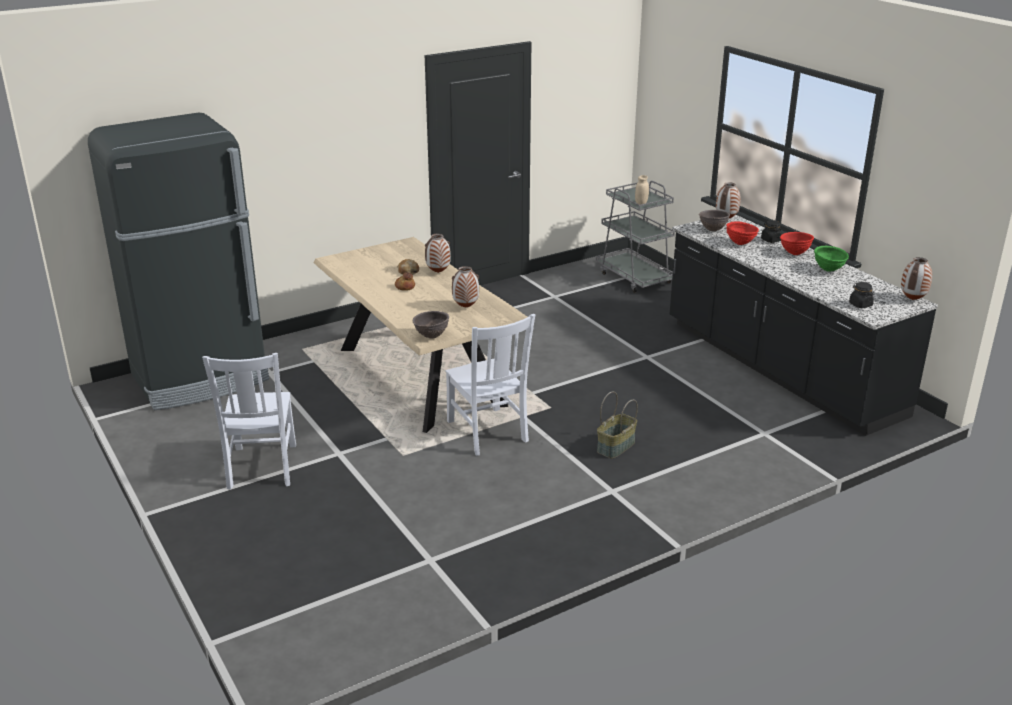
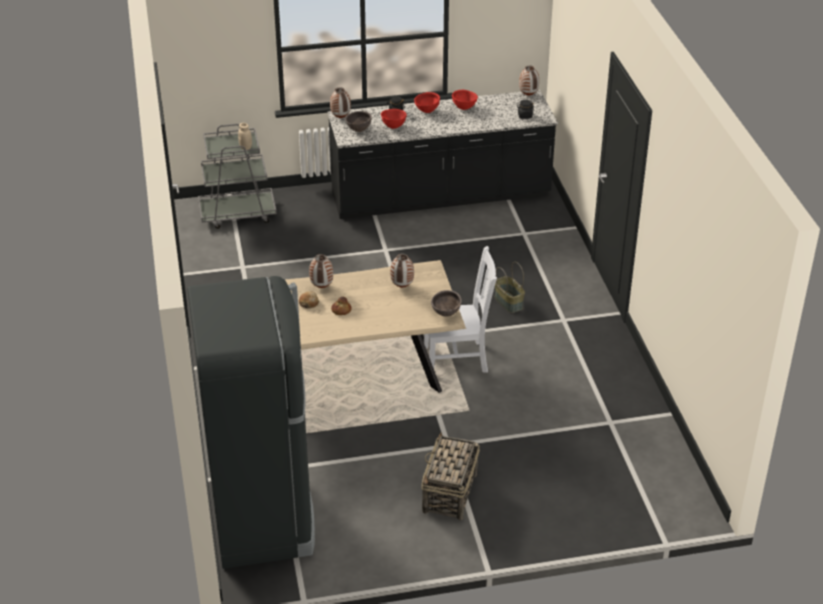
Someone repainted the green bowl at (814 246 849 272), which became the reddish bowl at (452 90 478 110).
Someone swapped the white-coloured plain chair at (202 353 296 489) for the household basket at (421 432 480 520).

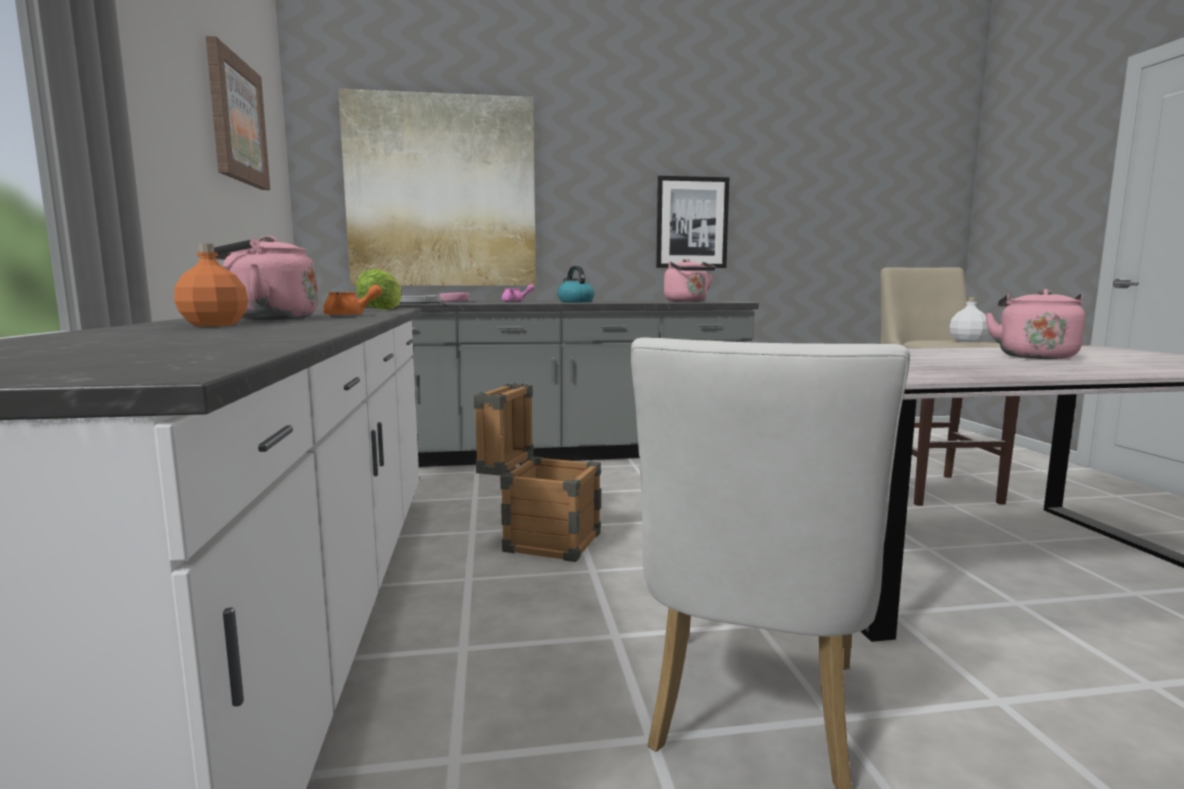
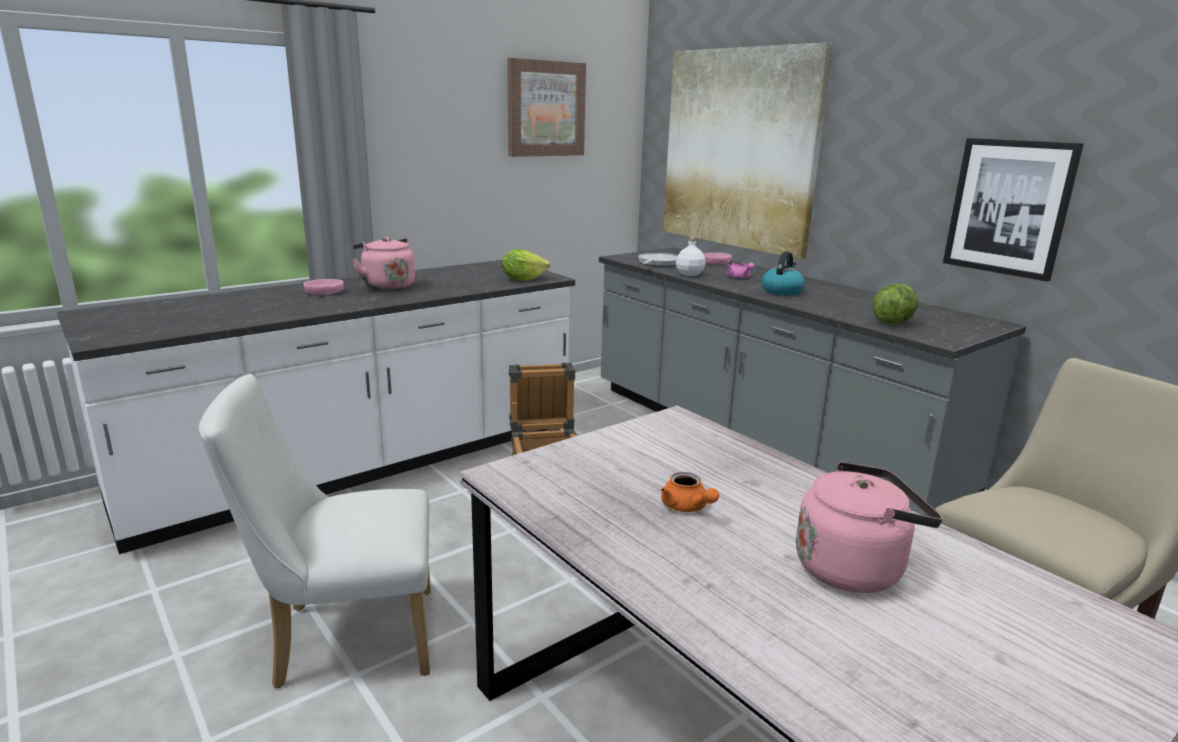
Someone swapped the orange beverage bottle at (174 244 248 327) for the pink-coloured bowl at (304 279 344 295).
Someone swapped the pink-coloured kettle at (664 259 716 302) for the head of lettuce at (872 284 918 324).
Someone carried the orange pot for tea from (323 285 382 316) to (661 472 719 512).
Someone carried the white-coloured beverage bottle from (949 297 989 342) to (676 237 705 276).

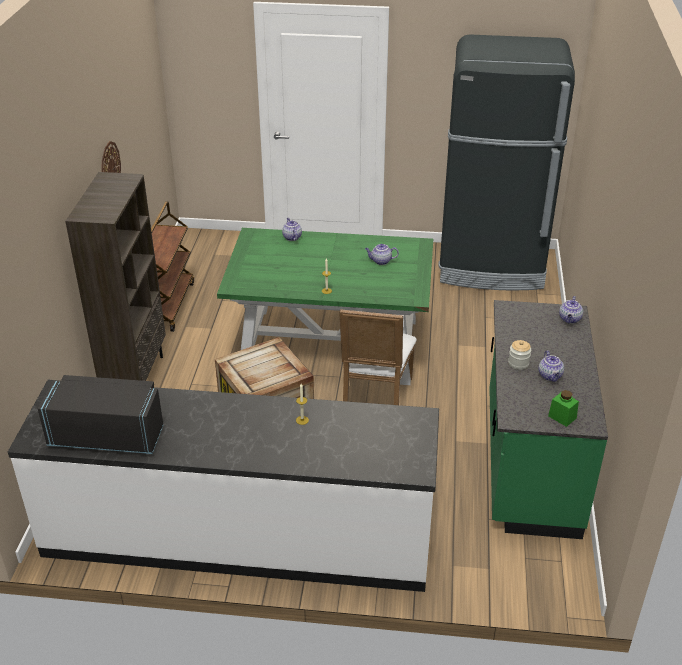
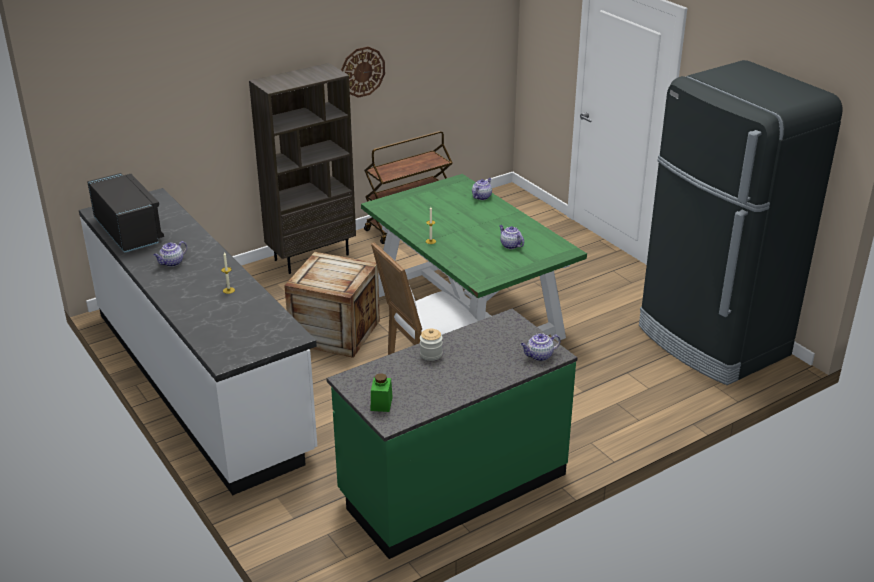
Someone carried the pot for tea from (538 350 564 382) to (153 241 187 267).

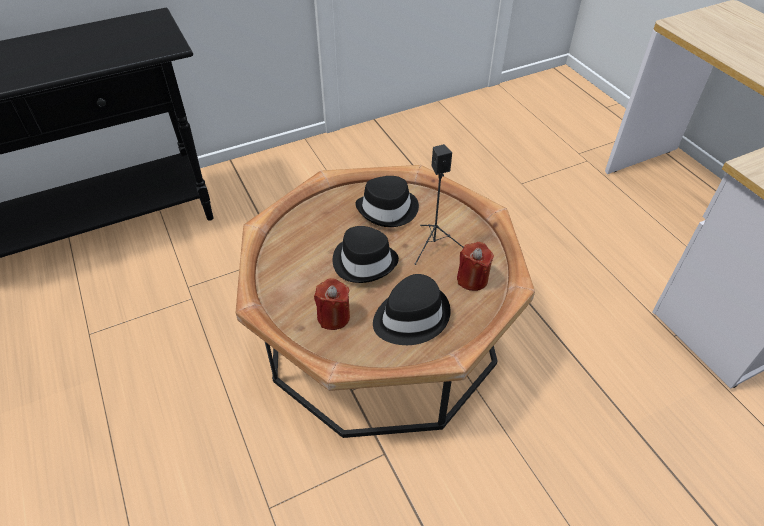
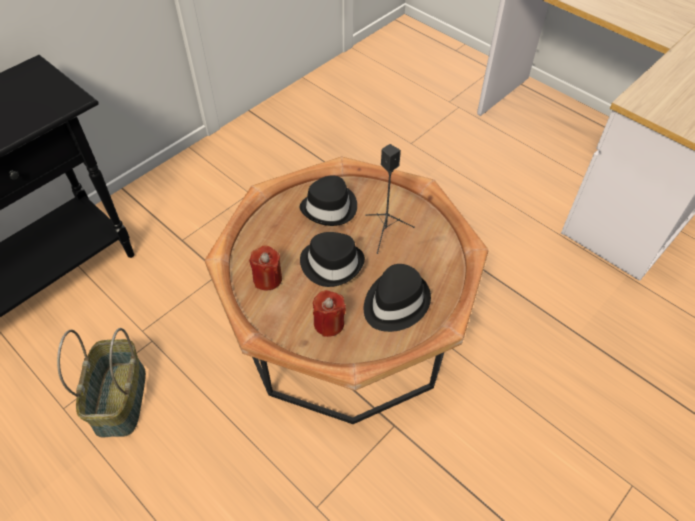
Someone carried the reddish wax candle from (457 242 494 291) to (249 245 282 291).
Someone put down the household basket at (57 328 146 437).

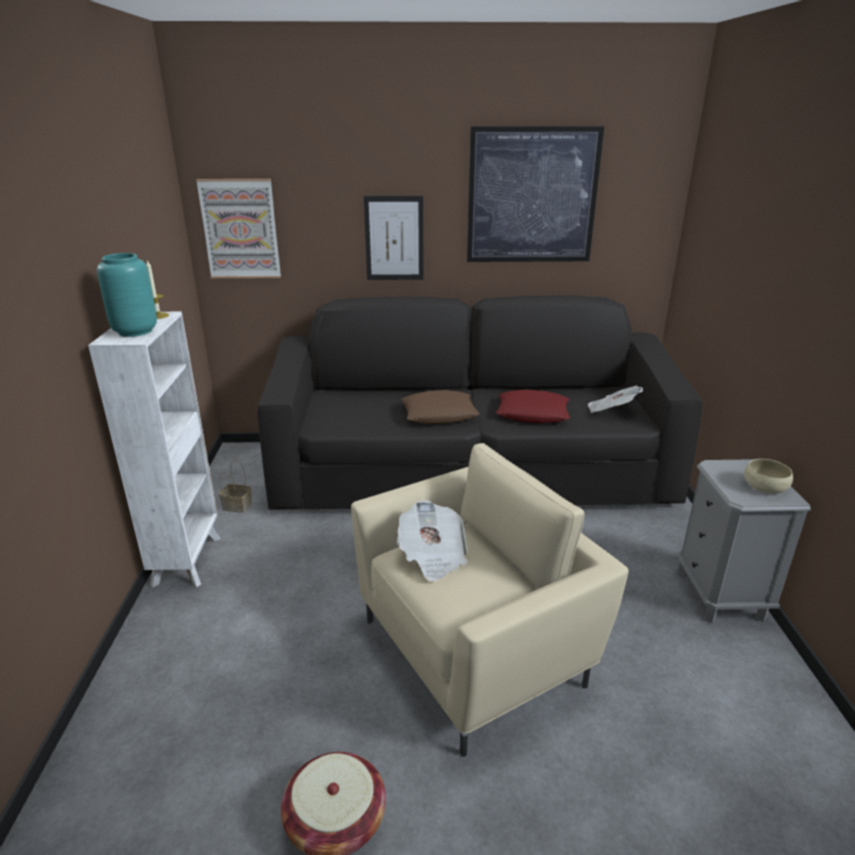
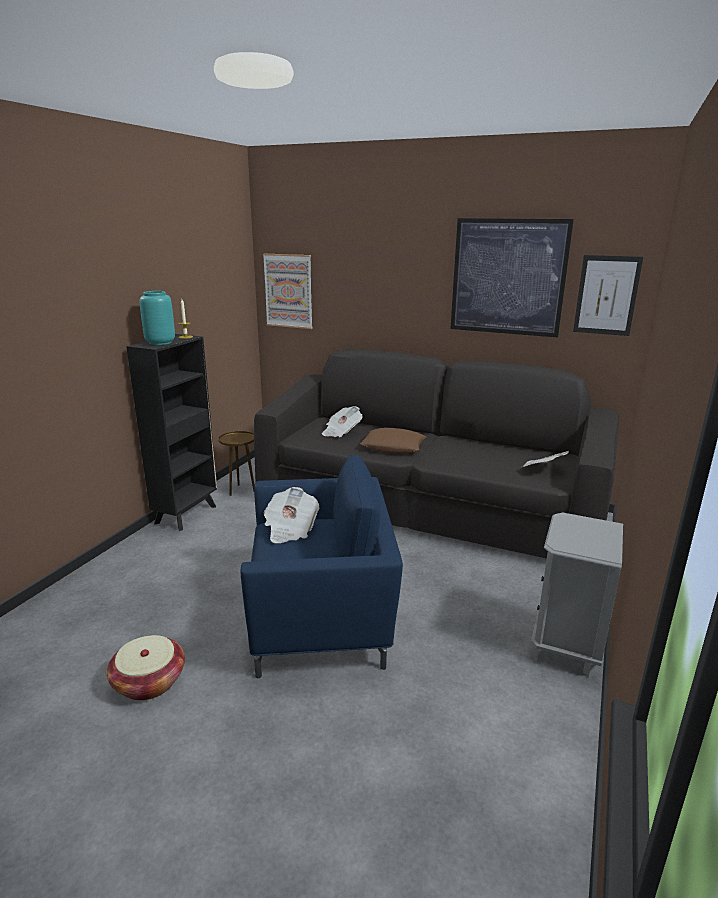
Someone carried the wall picture from (364 196 423 280) to (573 255 643 336).
Someone repainted the white-coloured bookcase at (88 312 221 588), which became the black-coloured bookcase at (126 334 217 531).
Someone took away the reddish cushion at (496 389 570 423).
Someone repainted the beige-coloured easy chair at (351 443 629 757), which became the blue easy chair at (241 455 403 678).
Someone swapped the household basket at (219 459 252 513) for the brownish side table at (218 431 255 496).
Someone took away the beige-coloured bowl at (744 459 793 494).
Someone put down the daily paper at (322 406 363 437).

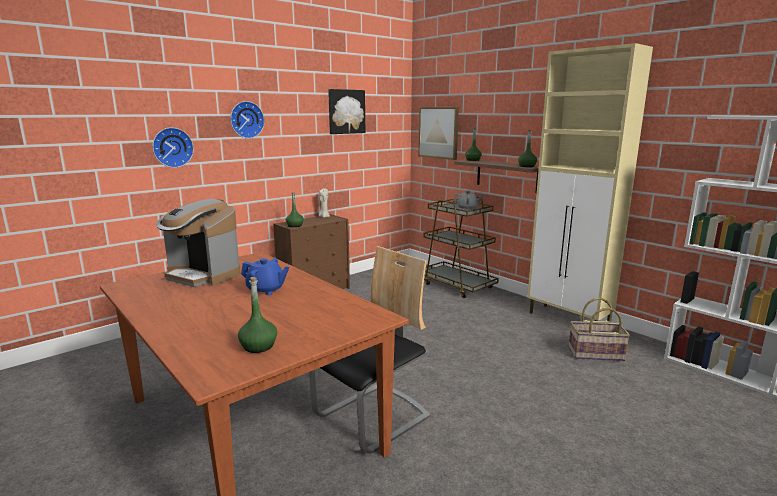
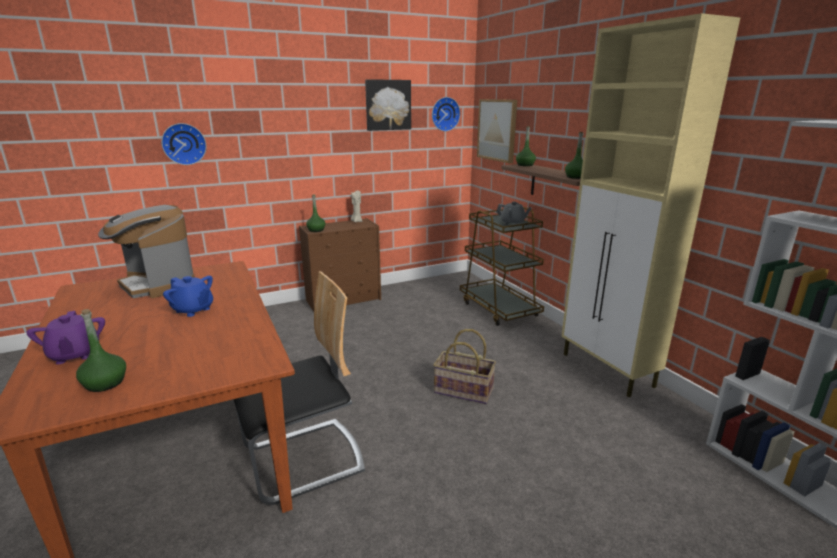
Someone carried the clock on the wall from (230 101 265 139) to (432 97 460 131).
Someone carried the household basket from (568 298 630 361) to (433 329 496 404).
Someone put down the purple-coloured pot for tea at (26 311 105 364).

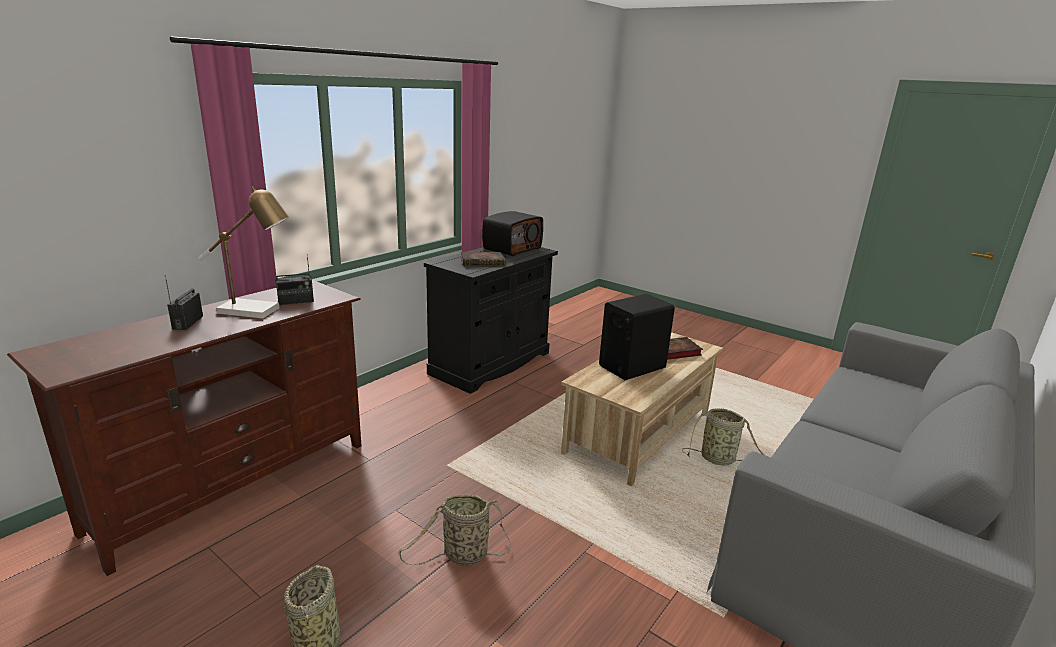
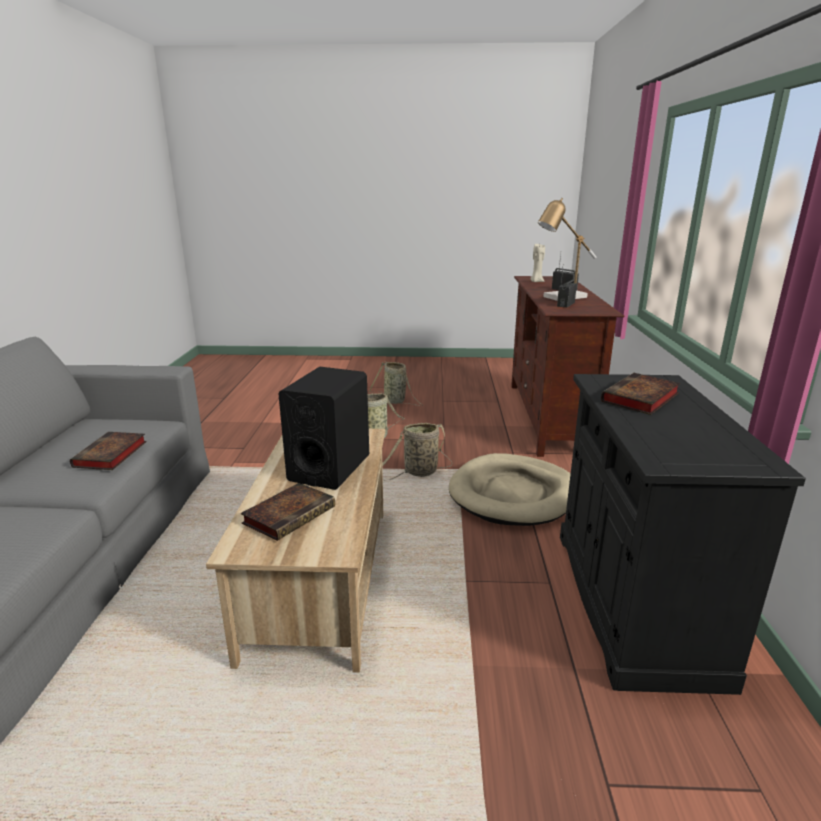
Someone took away the radio at (482 211 543 256).
Someone carried the household basket from (682 408 764 466) to (382 423 453 480).
Someone put down the beige-coloured wax candle at (530 244 545 282).
Someone put down the bound book at (70 432 147 470).
Someone put down the beige-coloured dog bed at (449 453 570 526).

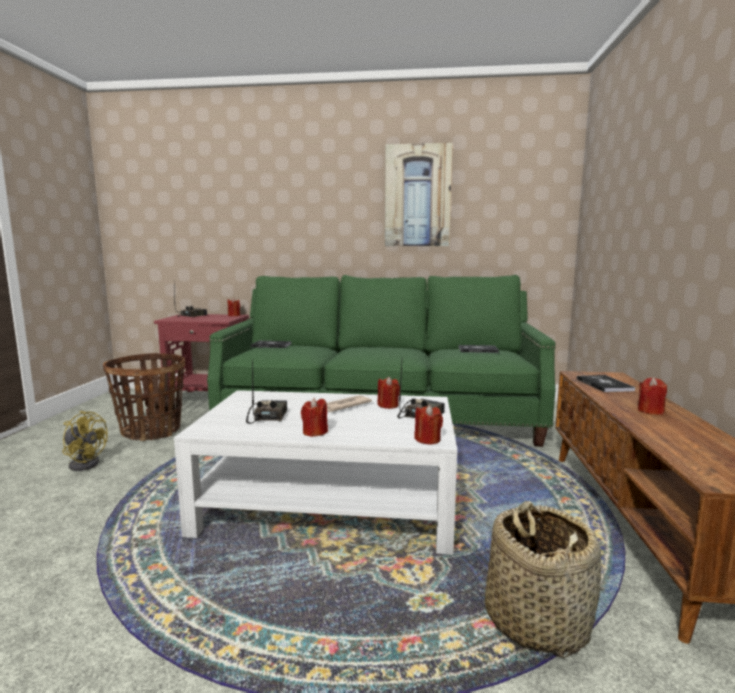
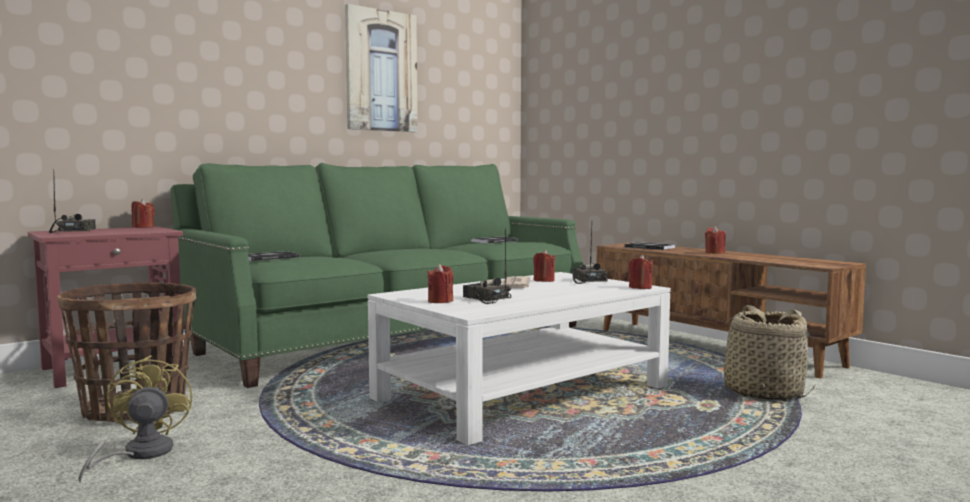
Someone carried the reddish wax candle from (301 398 328 437) to (427 264 454 303).
Someone rotated the yellow-coloured electric fan at (63 411 108 471) by 75 degrees counterclockwise.

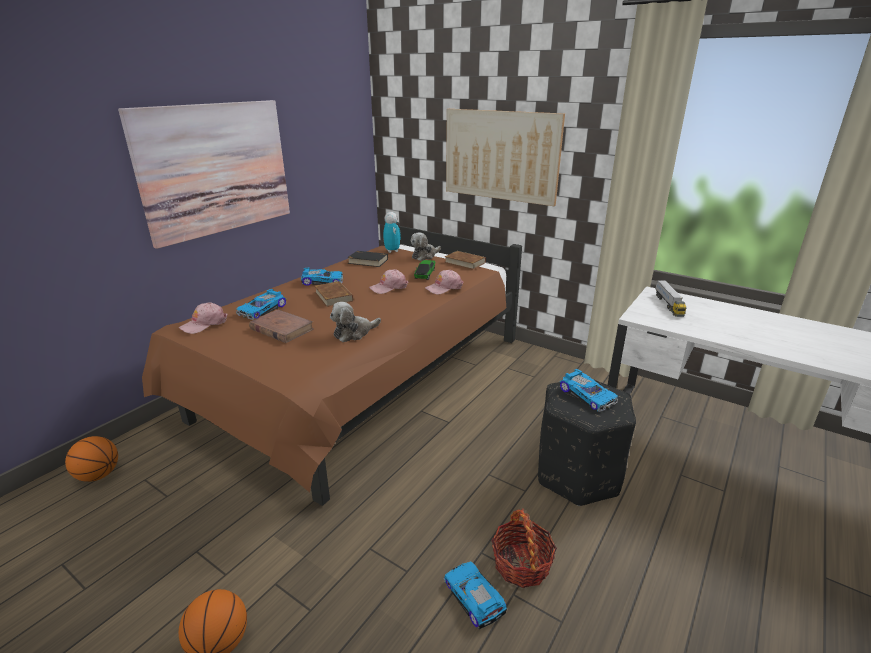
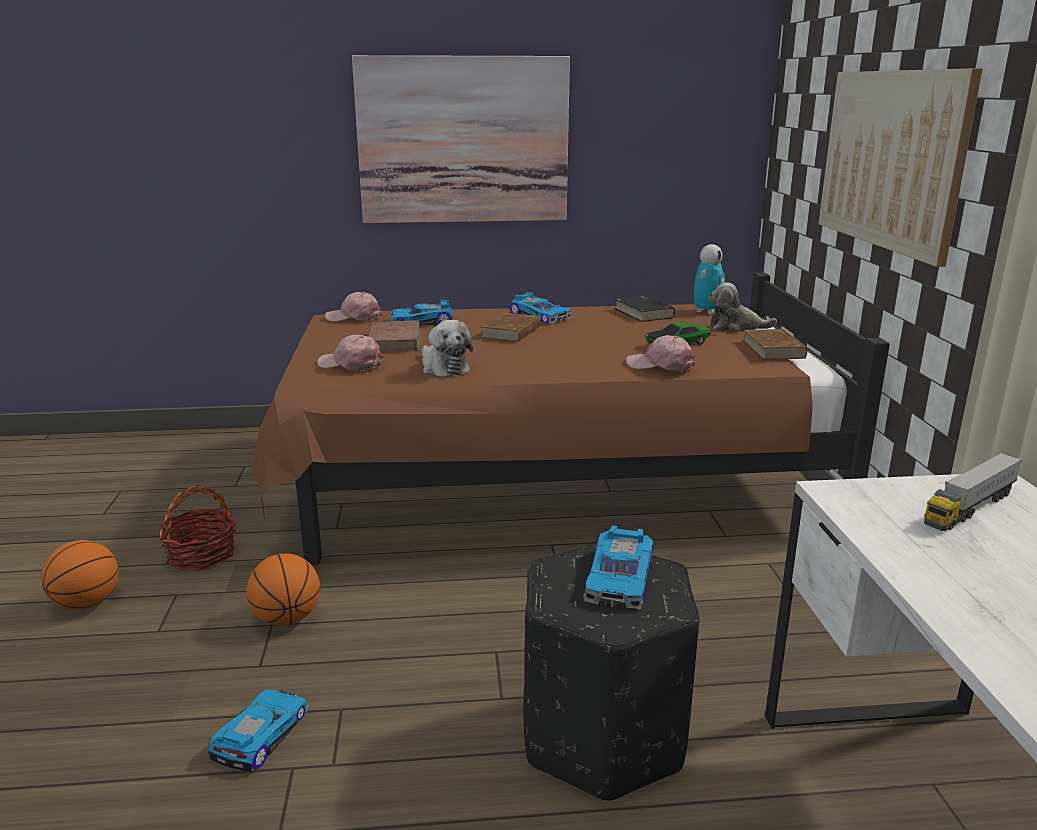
Someone carried the pink-coloured baseball cap from (369 269 409 294) to (317 335 383 371).
Someone rotated the soft toy at (330 302 381 342) by 135 degrees counterclockwise.
Someone carried the basketball from (65 436 118 482) to (247 553 320 626).
Someone carried the household basket from (492 508 557 588) to (158 485 236 571).

